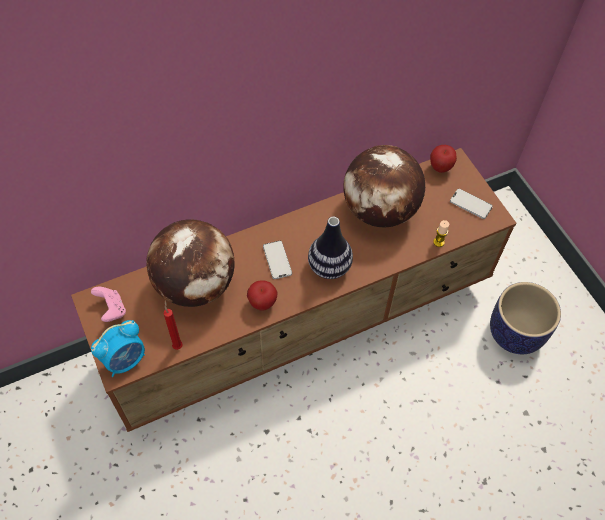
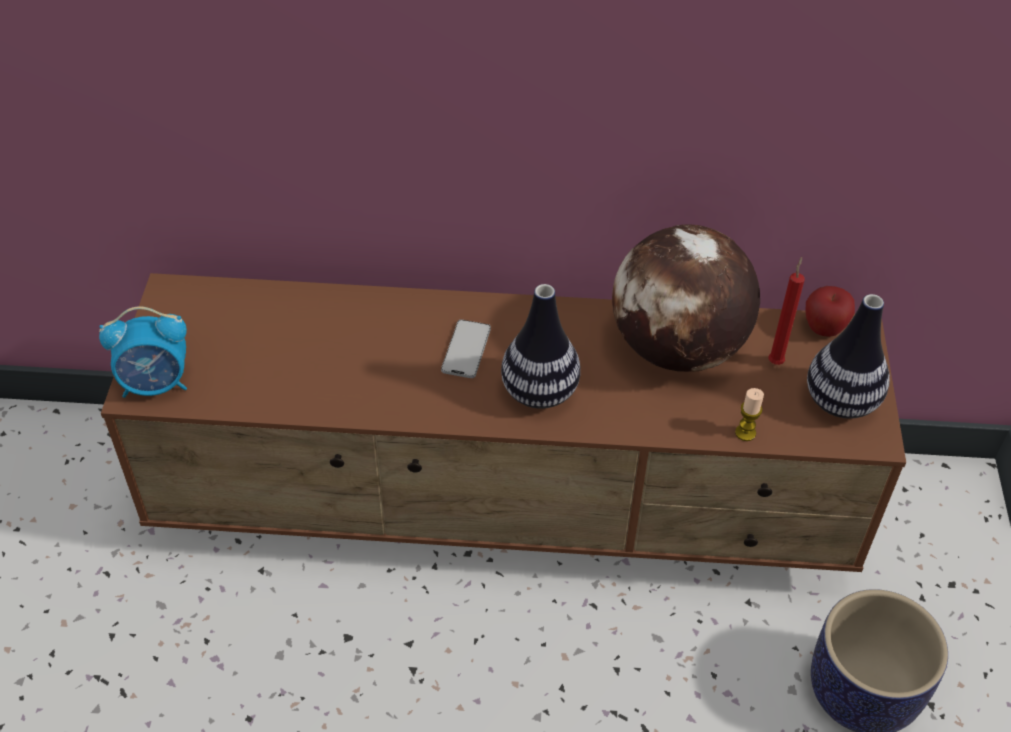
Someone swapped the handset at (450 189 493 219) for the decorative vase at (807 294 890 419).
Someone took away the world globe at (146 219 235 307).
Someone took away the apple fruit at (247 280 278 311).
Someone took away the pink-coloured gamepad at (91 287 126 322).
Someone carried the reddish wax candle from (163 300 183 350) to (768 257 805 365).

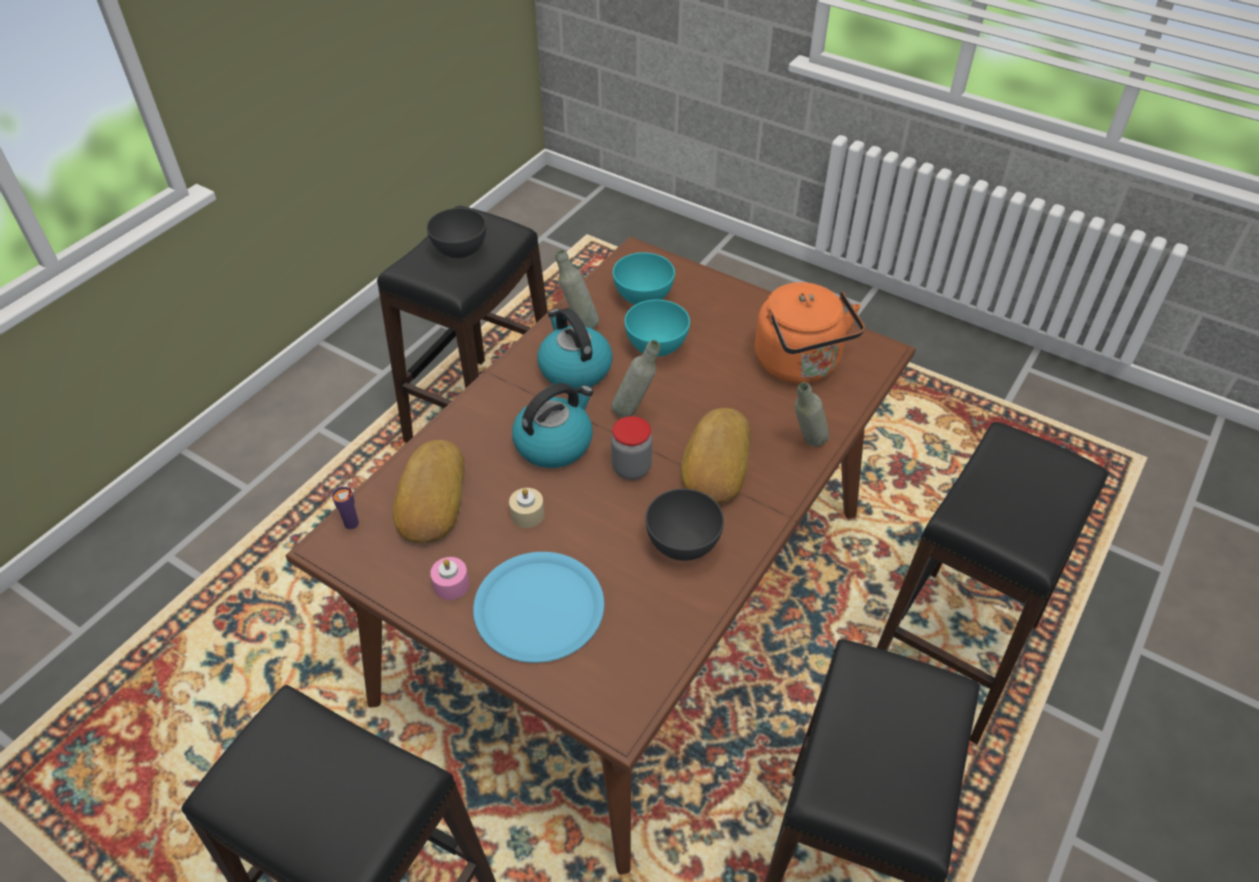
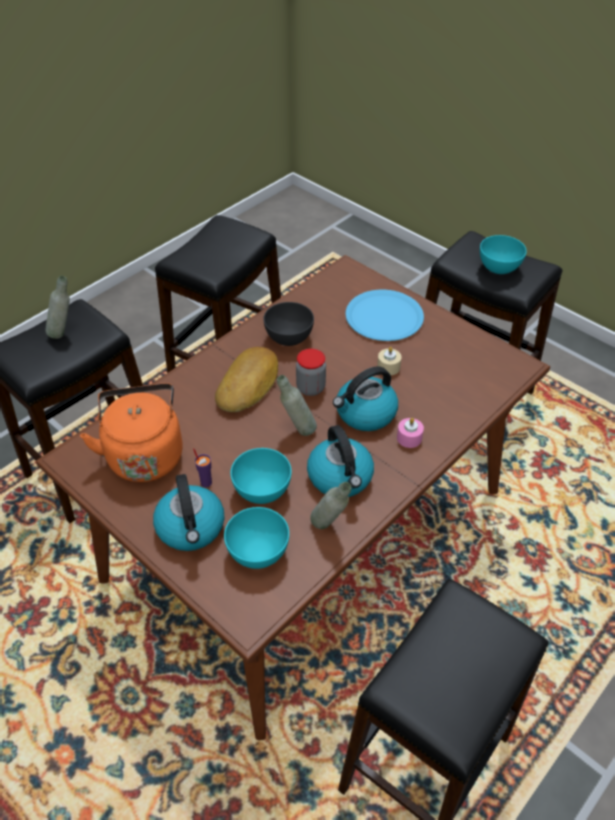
Someone took away the greyish bowl at (427 208 486 258).
Someone carried the greyish beverage bottle from (795 382 829 447) to (45 276 70 339).
Someone took away the bread at (393 440 465 544).
Someone carried the purple-coloured cup from (332 487 359 529) to (193 448 212 487).
Someone carried the pink-coloured wax candle from (430 557 469 600) to (397 418 424 448).
Someone put down the turquoise bowl at (480 235 527 274).
Someone put down the kettle at (153 474 225 551).

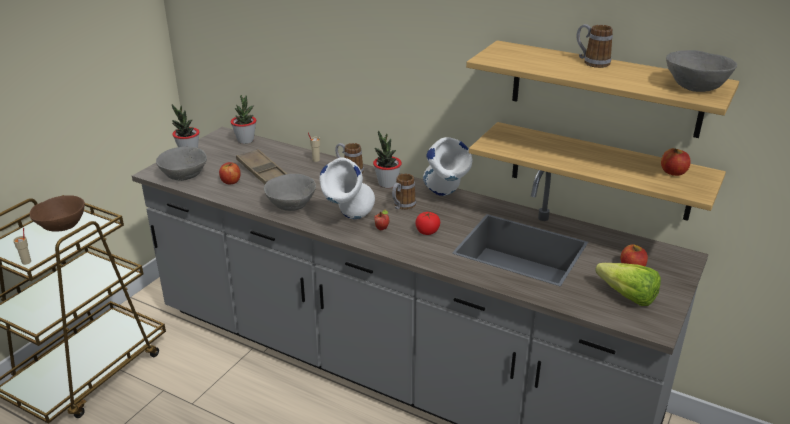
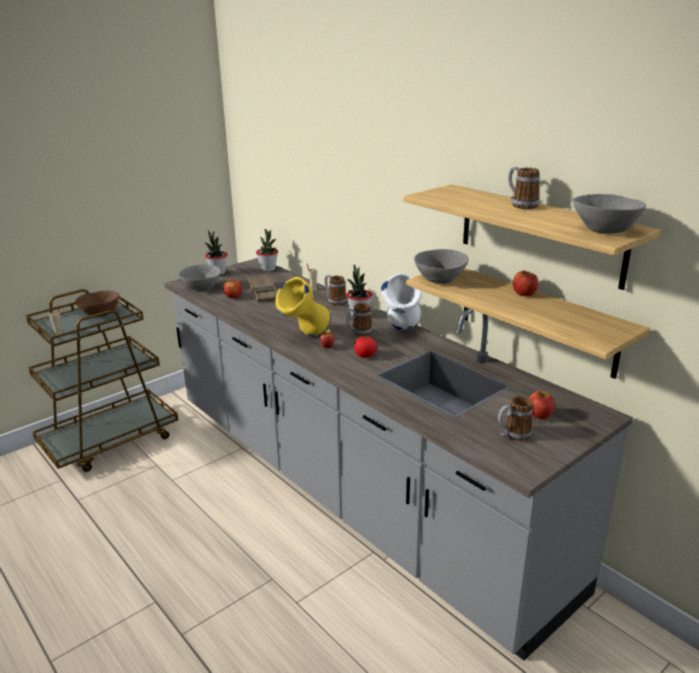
Someone carried the apple fruit from (661 148 691 176) to (513 270 538 296).
Someone repainted the white-coloured decorative vase at (319 157 375 219), which became the yellow-coloured decorative vase at (276 277 331 337).
Someone carried the greyish bowl from (264 174 316 211) to (414 249 469 284).
Someone swapped the head of lettuce at (595 263 661 306) for the tea mug at (498 396 533 441).

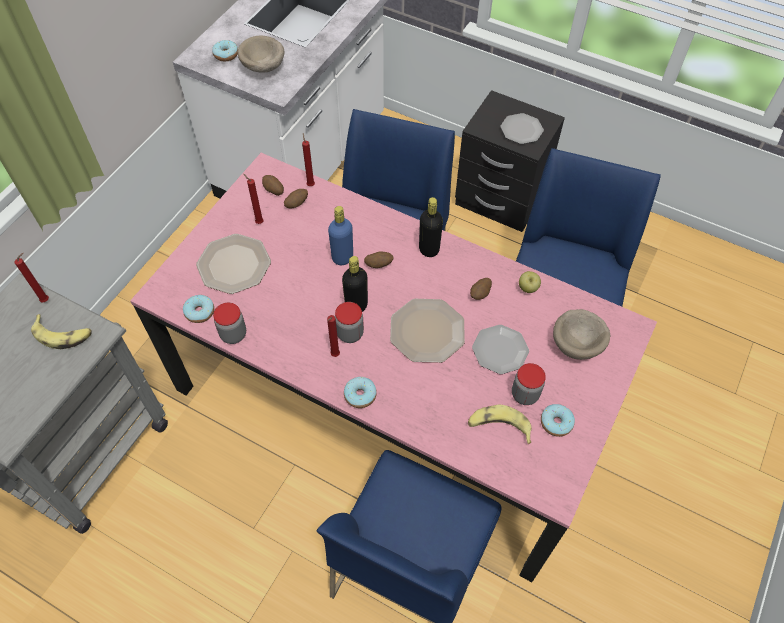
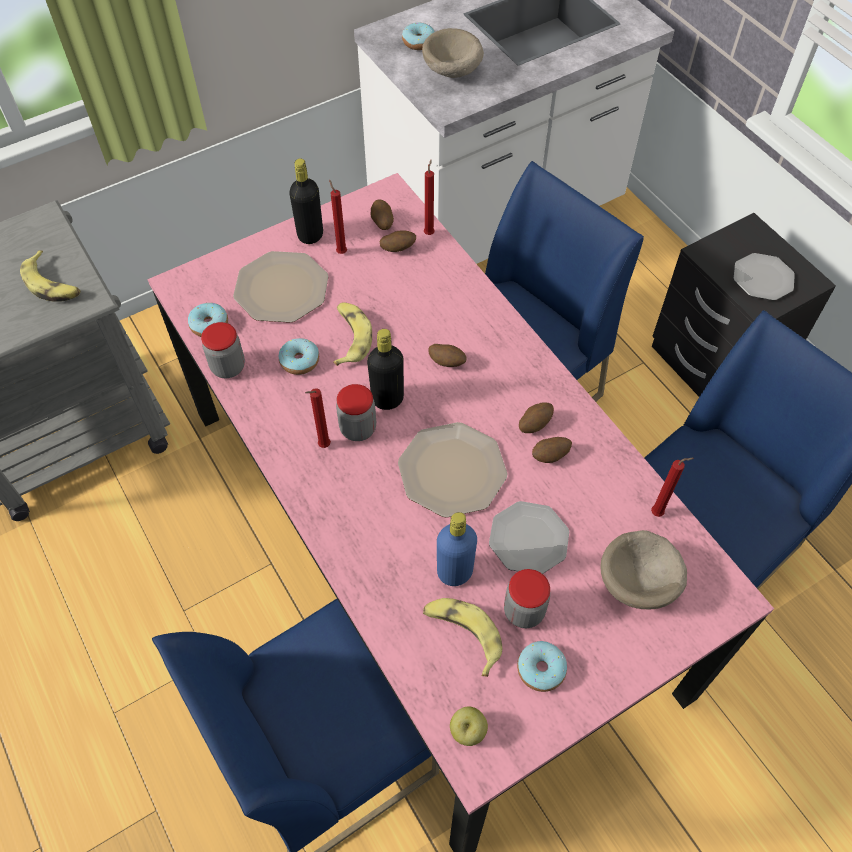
Someone carried the black-coloured beverage bottle from (419 197 443 257) to (289 158 323 244).
Someone carried the blue beverage bottle from (328 206 353 265) to (437 512 477 586).
Someone carried the reddish wax candle from (14 253 49 303) to (651 458 694 517).
Someone carried the apple fruit from (519 271 541 293) to (450 706 488 746).
Someone carried the doughnut from (344 377 377 408) to (279 338 319 375).
Someone put down the banana fruit at (333 303 372 366).
Someone put down the potato at (519 402 554 433).

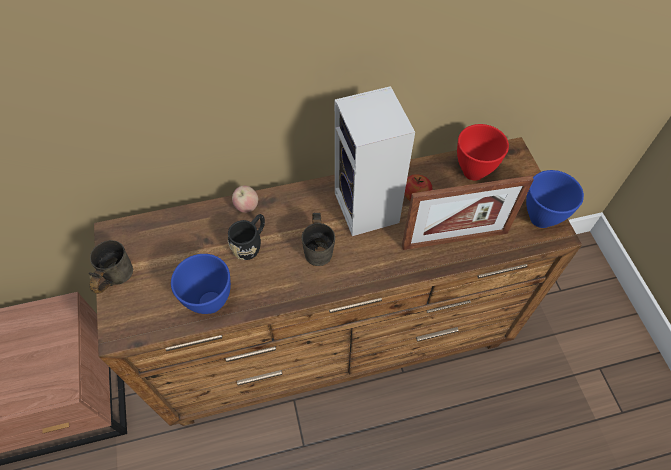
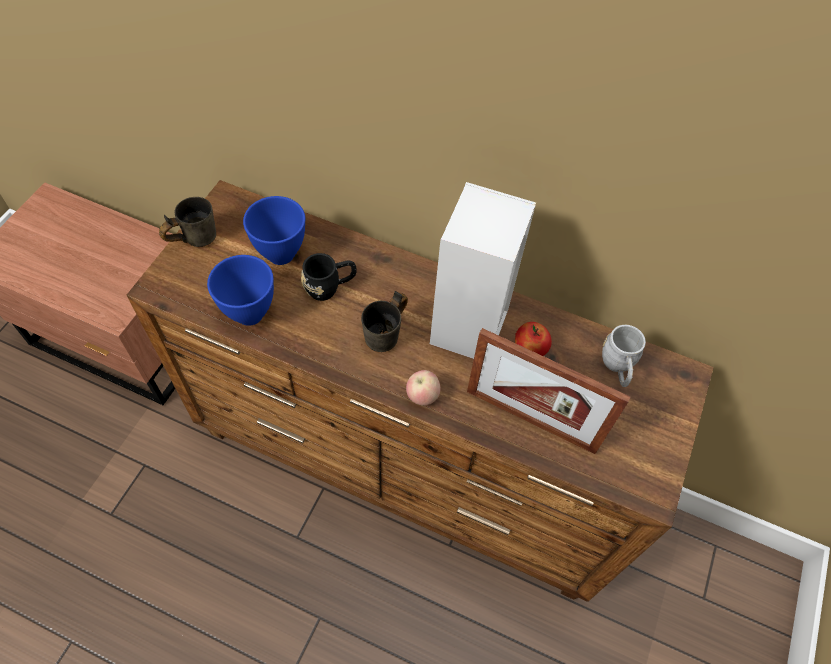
Someone swapped the reddish bowl at (457 124 509 181) for the greyish tea mug at (602 325 646 387).
Someone carried the blue bowl from (526 170 584 228) to (243 196 305 265).
Someone carried the apple fruit from (232 186 258 213) to (406 370 440 406).

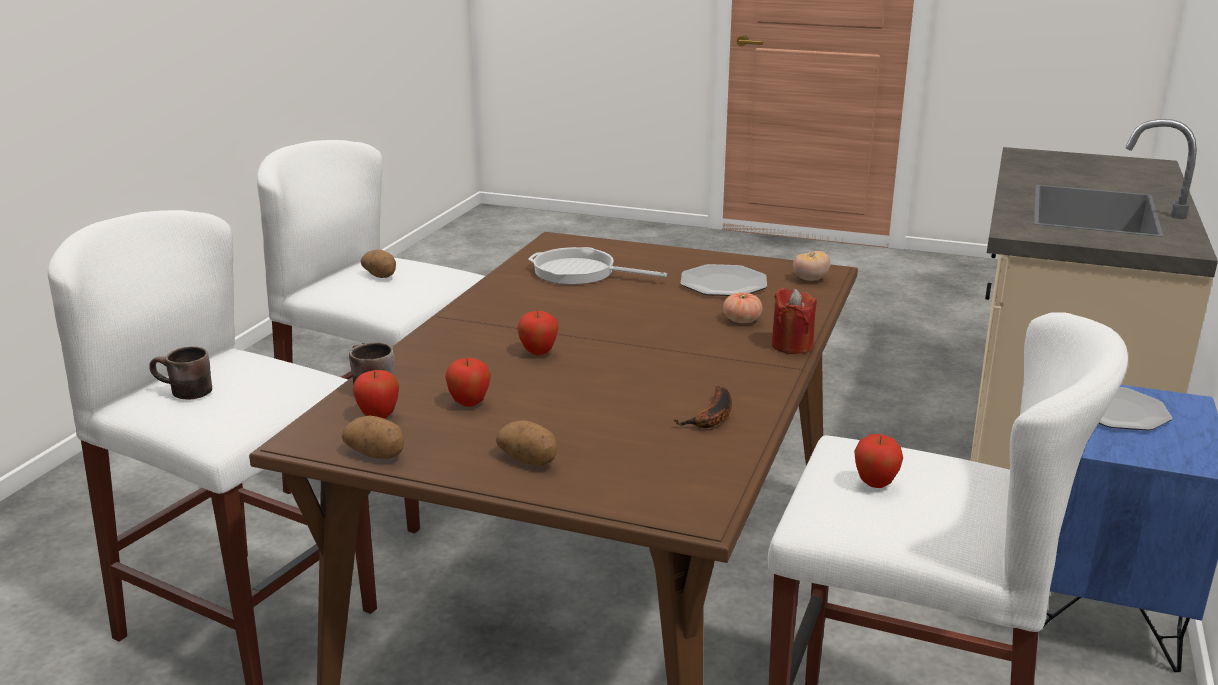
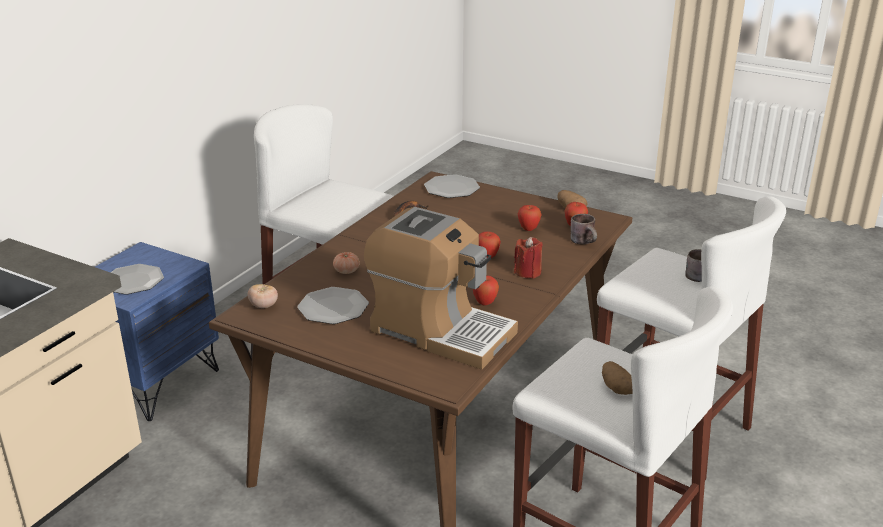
Someone swapped the frying pan at (528 247 667 285) for the coffee brewer at (364 207 518 370).
Someone carried the reddish wax candle from (771 288 817 354) to (514 237 543 279).
Someone took away the potato at (496 420 557 466).
Someone carried the apple fruit from (854 434 903 488) to (473 275 499 306).
Someone put down the plate at (424 174 480 198).

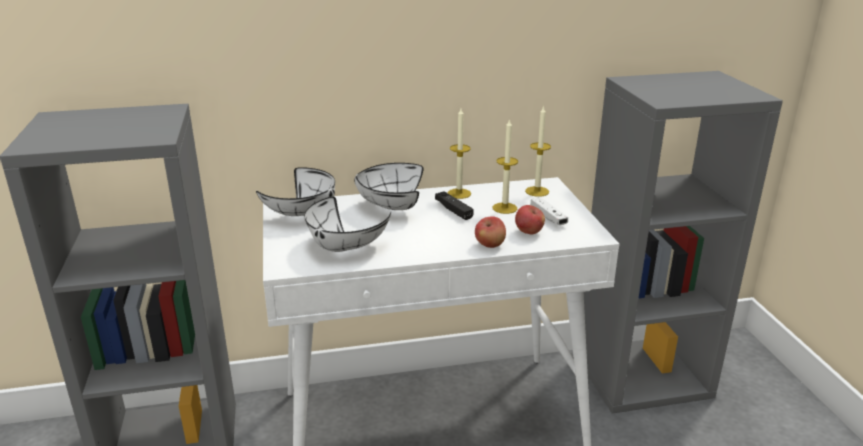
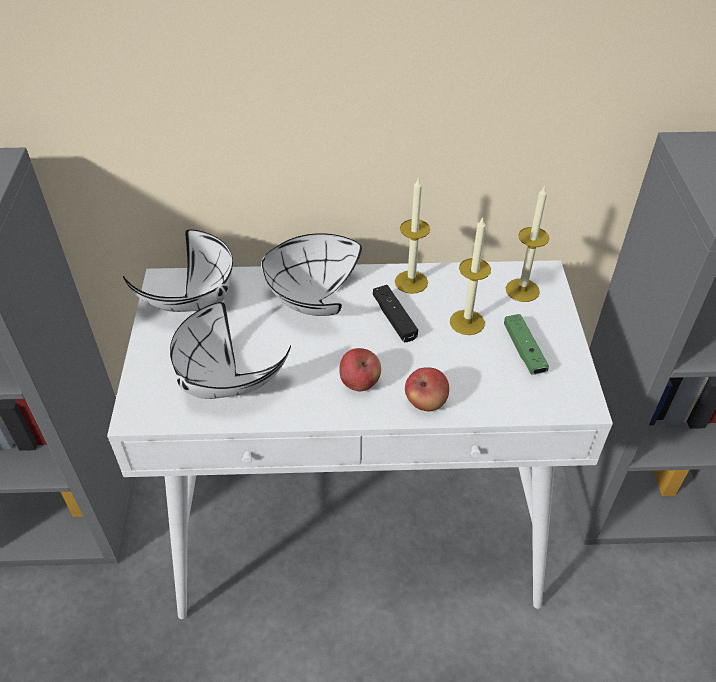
Someone repainted the white-coloured gamepad at (531 197 568 225), which became the green gamepad at (504 314 549 375).
Someone carried the apple fruit from (515 205 545 234) to (339 348 381 391).

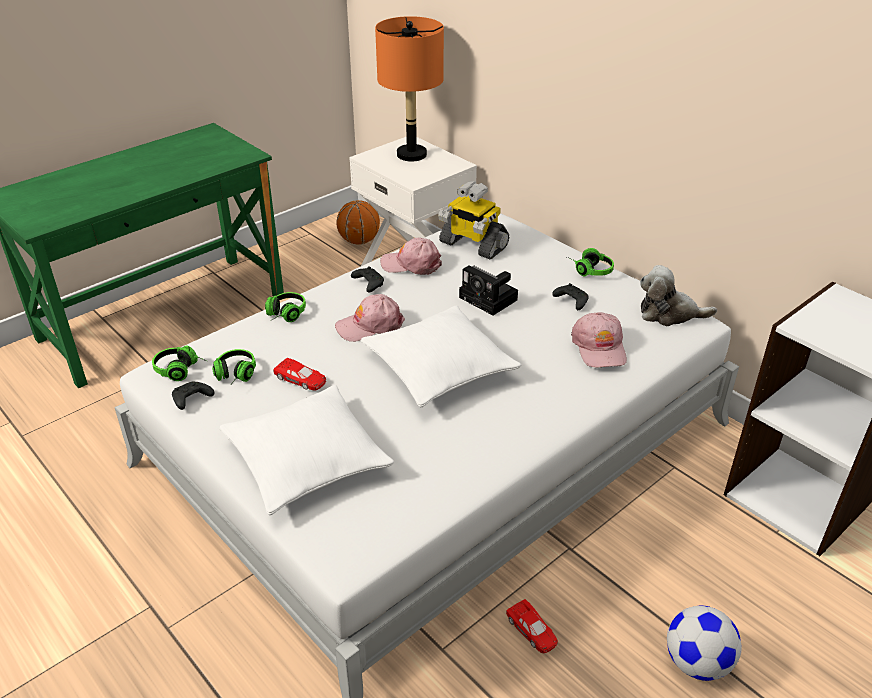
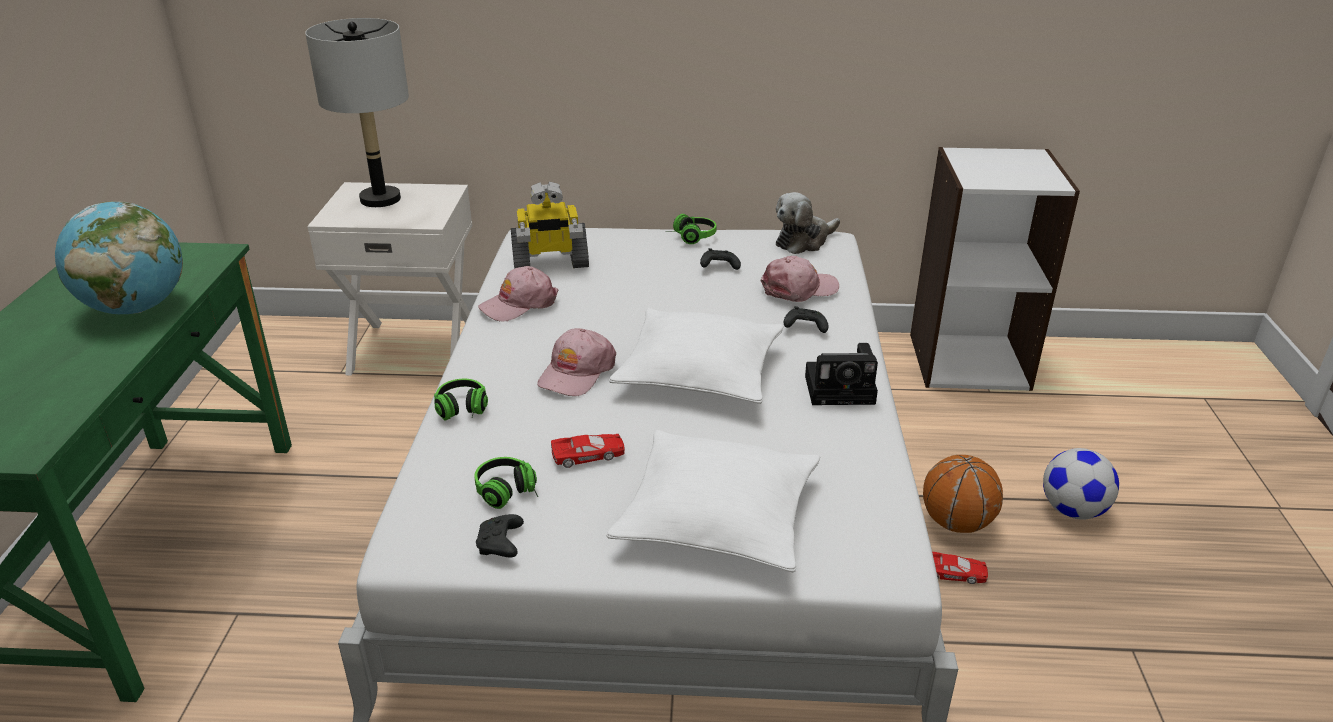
Someone repainted the orange lamp for a table at (375 16 444 161), which became the greyish lamp for a table at (305 18 409 207).
Someone carried the basketball from (337 200 380 244) to (923 455 1003 533).
Someone carried the still camera from (459 265 518 315) to (805 343 878 405).
Someone carried the black-coloured gamepad from (351 267 384 293) to (784 306 829 333).
Someone rotated the pink-coloured baseball cap at (571 312 627 368) by 60 degrees counterclockwise.
Someone took away the headset at (152 345 206 381).
Someone put down the world globe at (55 201 183 314).

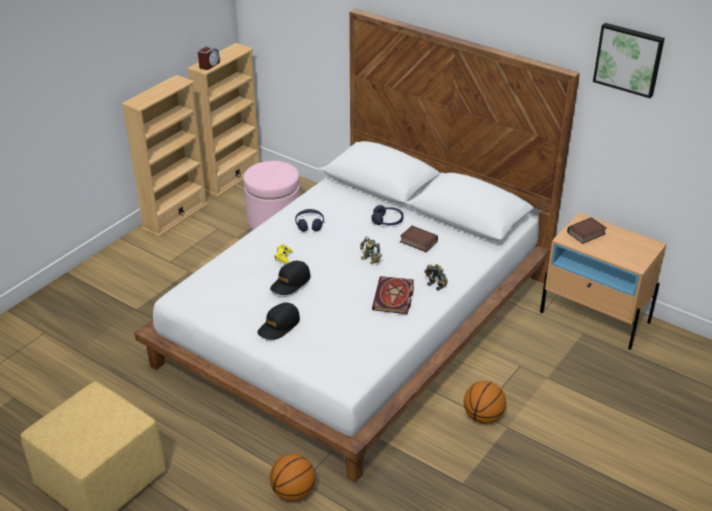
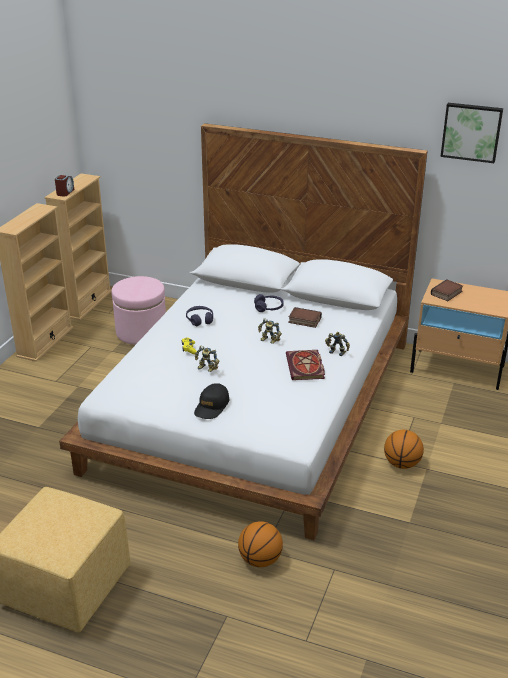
Someone swapped the black-coloured baseball cap at (270 261 310 295) for the robot figure at (195 345 219 372).

